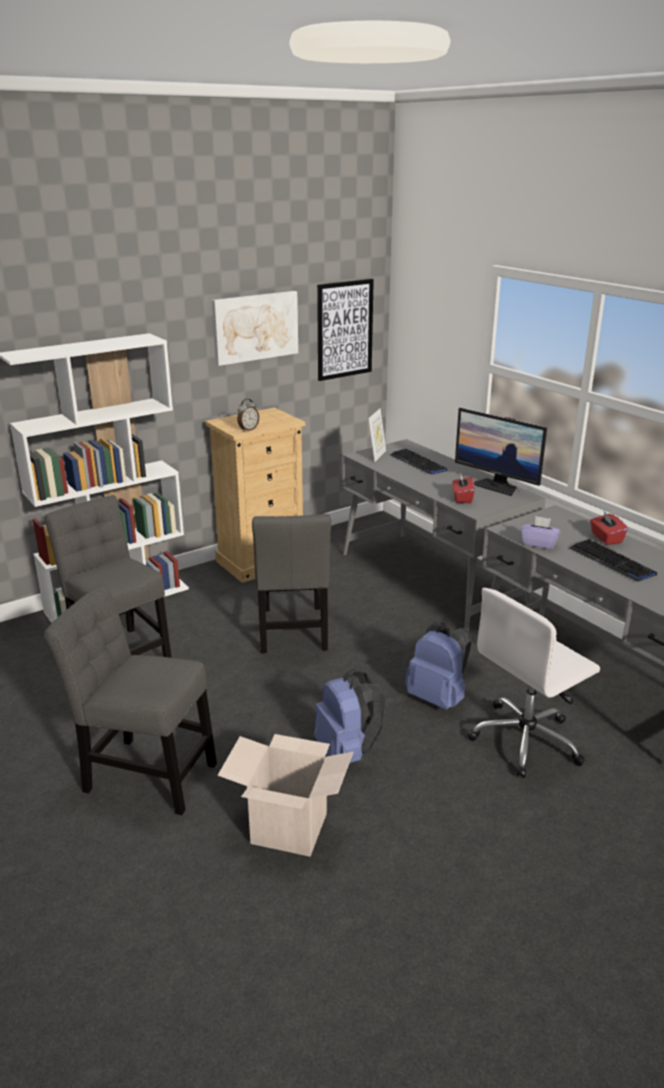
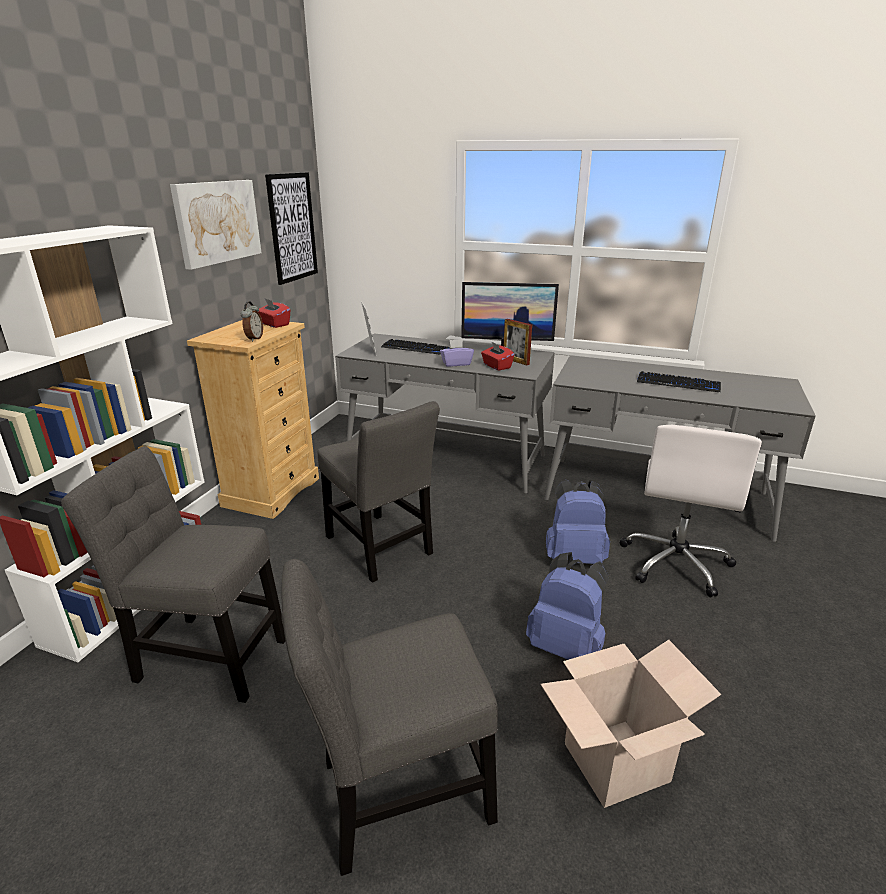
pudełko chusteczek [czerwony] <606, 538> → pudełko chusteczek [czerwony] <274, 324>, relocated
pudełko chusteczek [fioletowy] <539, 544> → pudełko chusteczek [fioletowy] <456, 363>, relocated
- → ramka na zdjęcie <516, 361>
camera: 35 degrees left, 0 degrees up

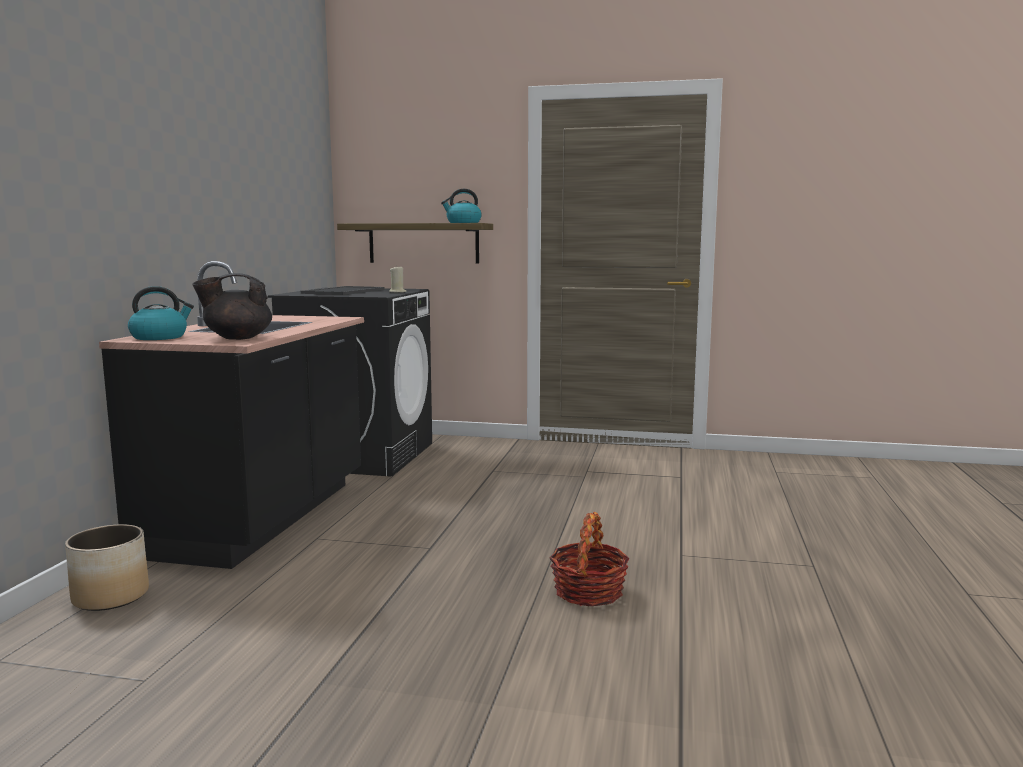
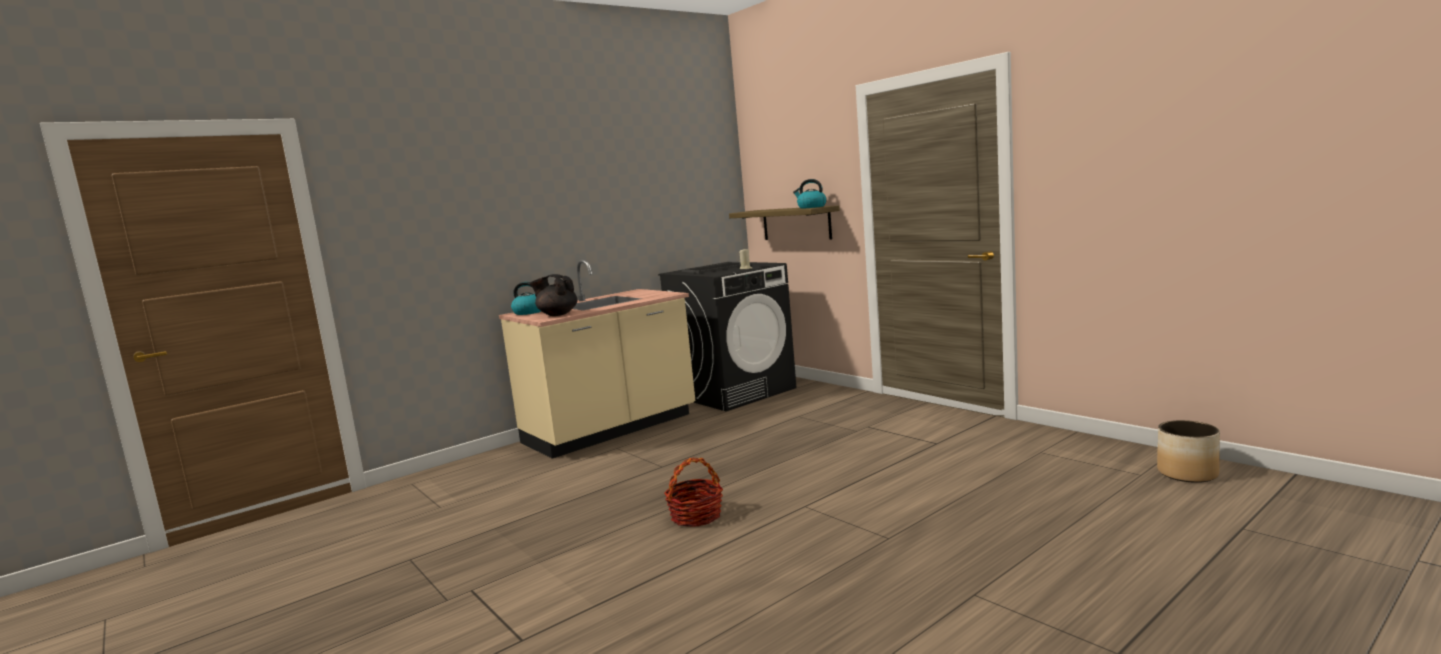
zabudowa kuchenna [czarny] <260, 518> → zabudowa kuchenna [beżowy] <611, 429>
donica <110, 597> → donica <1187, 473>, relocated
camera: 40 degrees right, 0 degrees up

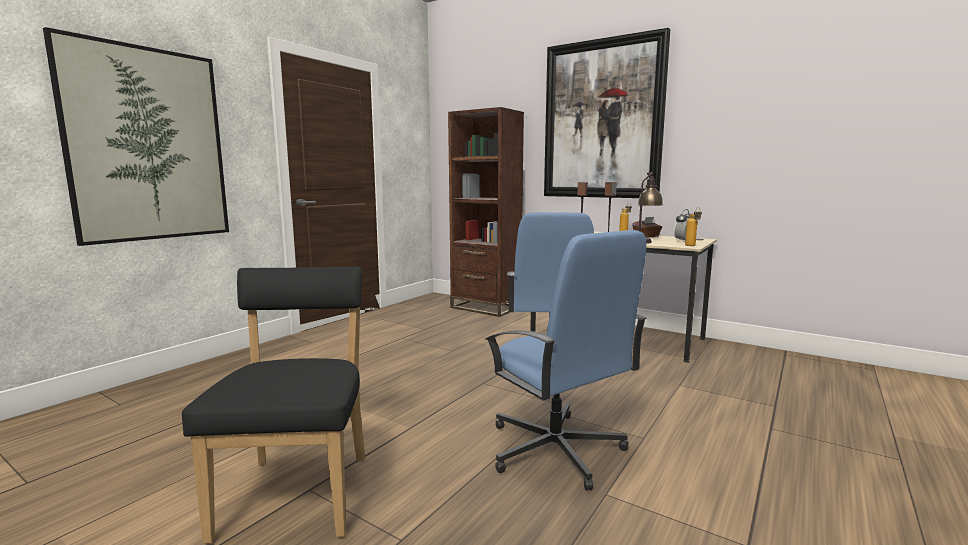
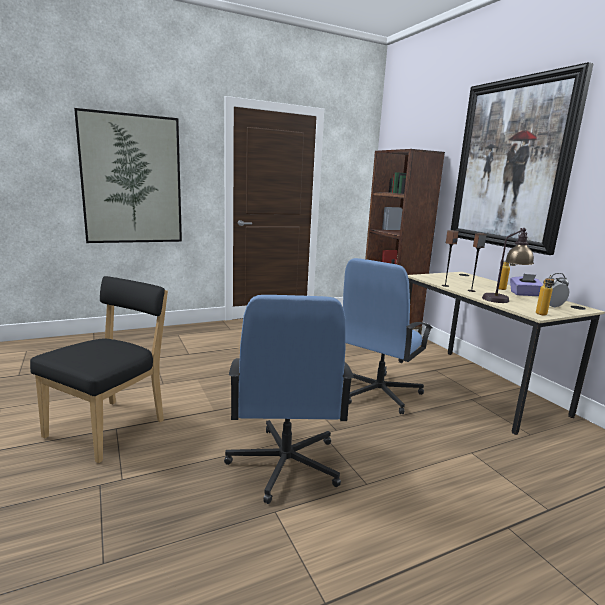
pudełko chusteczek [brązowy] <646, 236> → pudełko chusteczek [fioletowy] <524, 294>
camera: 30 degrees right, 5 degrees up

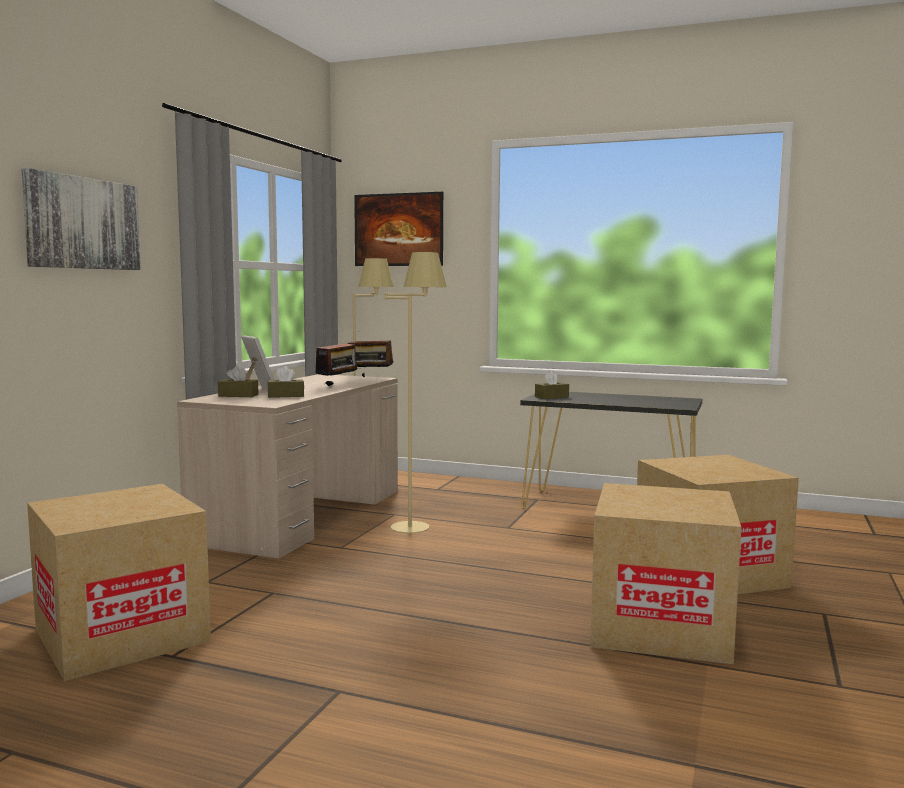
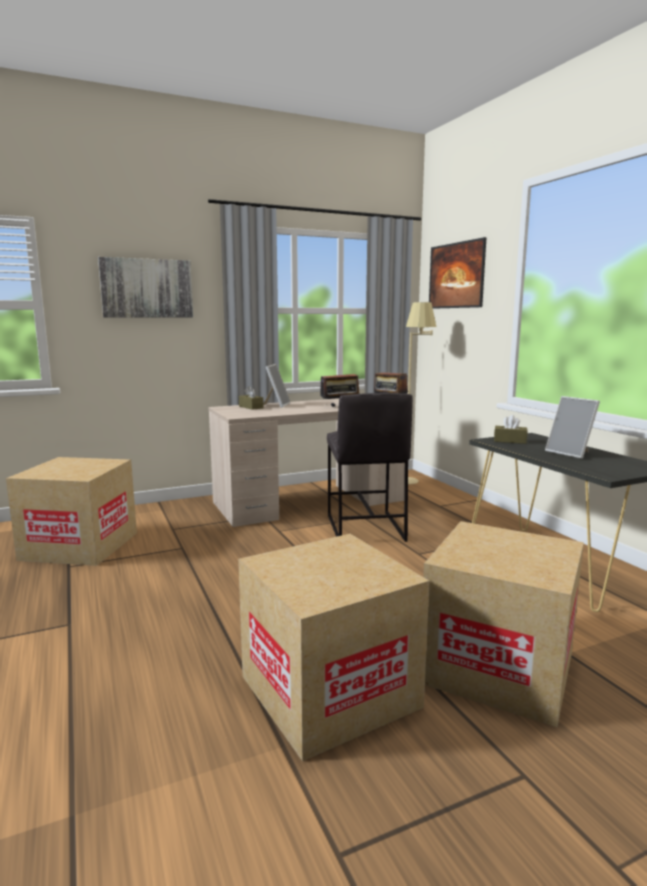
lampa stojąca [beżowy] <416, 522> → stołek [szary] <364, 528>
pudełko chusteczek [brązowy] <285, 396> → -
- → ramka na zdjęcie <571, 453>
camera: 45 degrees right, 5 degrees up

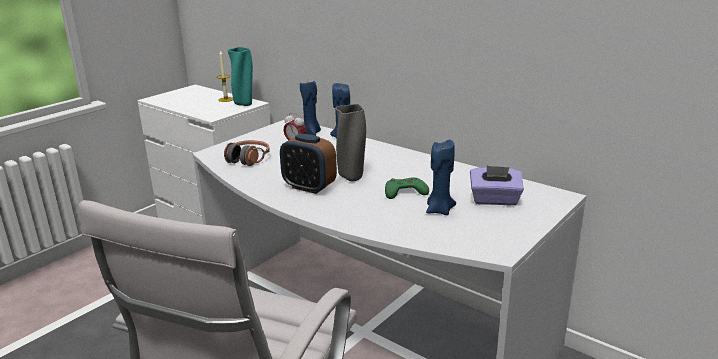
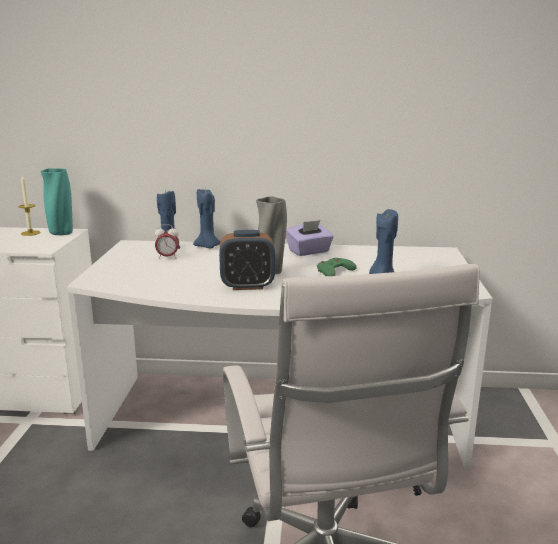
słuchawki <247, 159> → -
pudełko chusteczek [fioletowy] <494, 200> → pudełko chusteczek [fioletowy] <309, 251>, relocated
camera: 35 degrees left, 5 degrees down

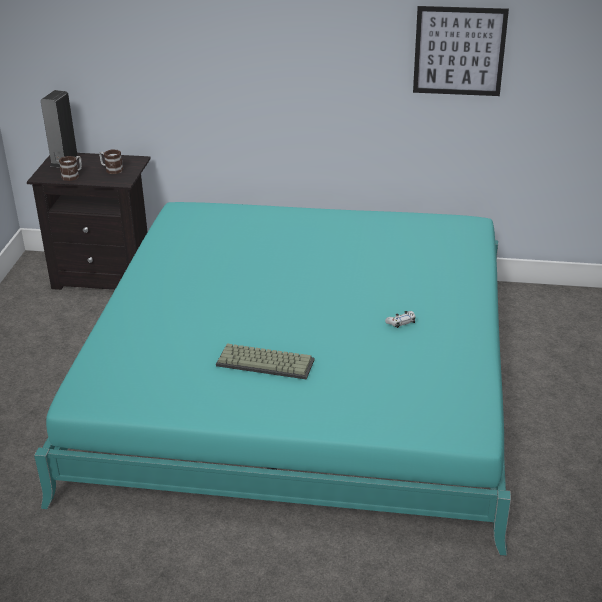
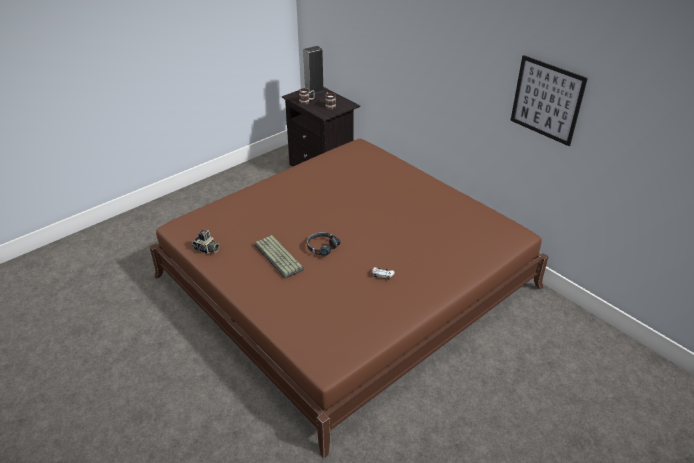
łóżko [turkusowy] <301, 380> → łóżko [brązowy] <346, 282>
- → aparat fotograficzny <206, 249>
- → słuchawki [czarny] <322, 247>
camera: 40 degrees right, 5 degrees up

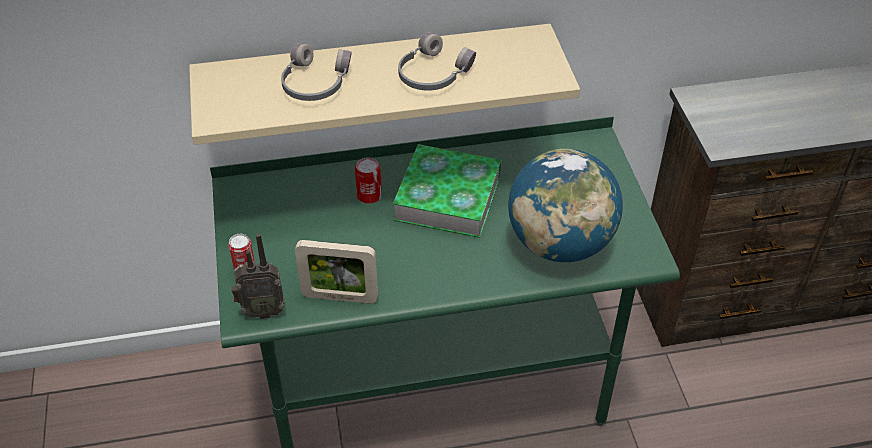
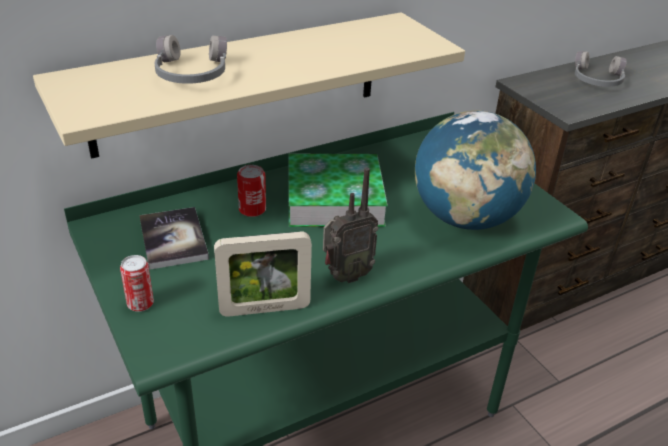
słuchawki [szary] <432, 74> → słuchawki [szary] <596, 80>, relocated
radio <262, 311> → radio <345, 276>, relocated
- → książka <173, 239>
camera: 20 degrees left, 10 degrees down

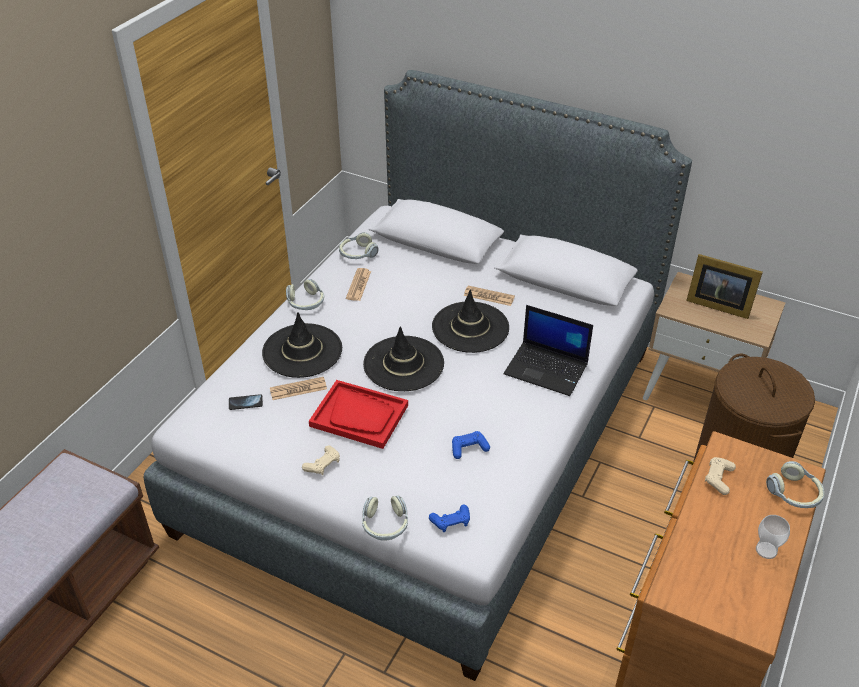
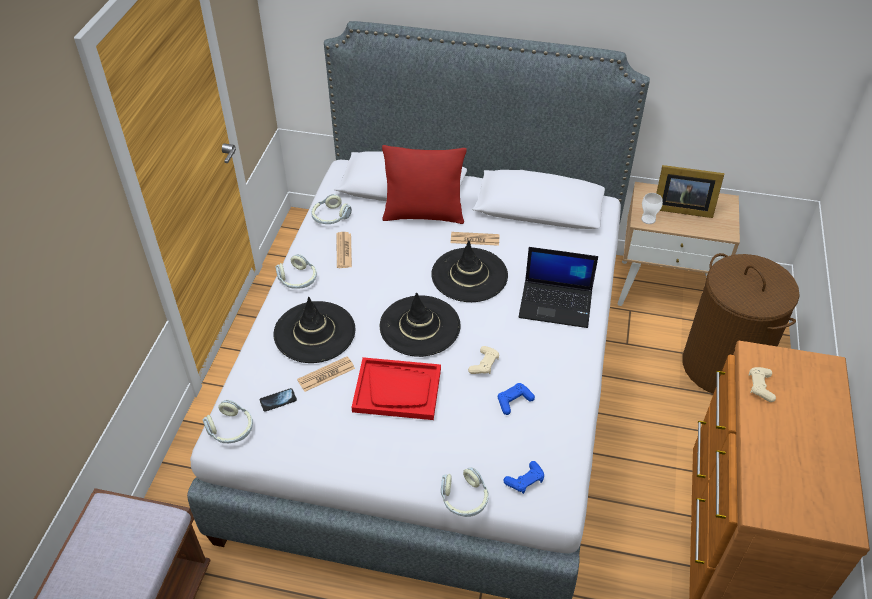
pad do gier [beżowy] <322, 465> → pad do gier [beżowy] <484, 364>, relocated
słuchawki <794, 494> → słuchawki <231, 429>, relocated
filiżanka <766, 550> → filiżanka <648, 219>, relocated
- → poduszka [czerwony] <424, 215>
camera: 15 degrees left, 5 degrees up

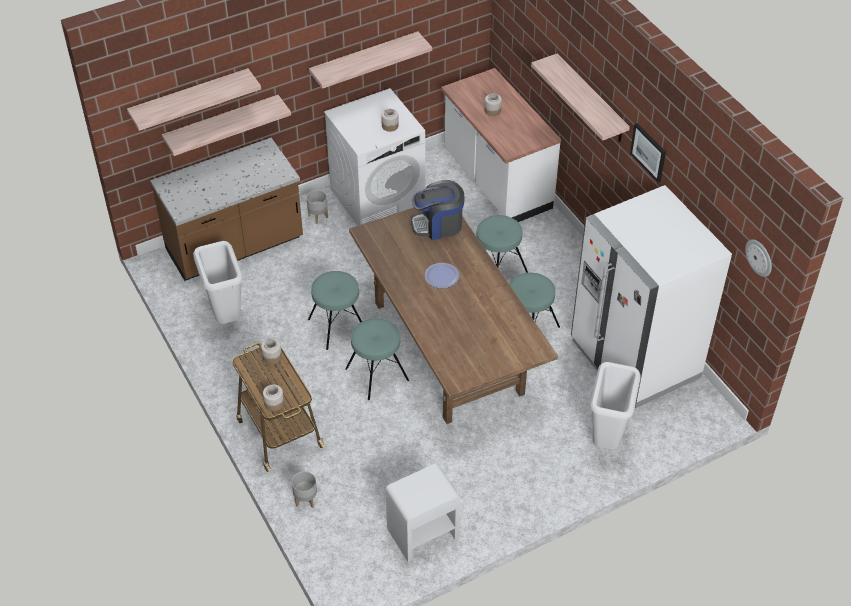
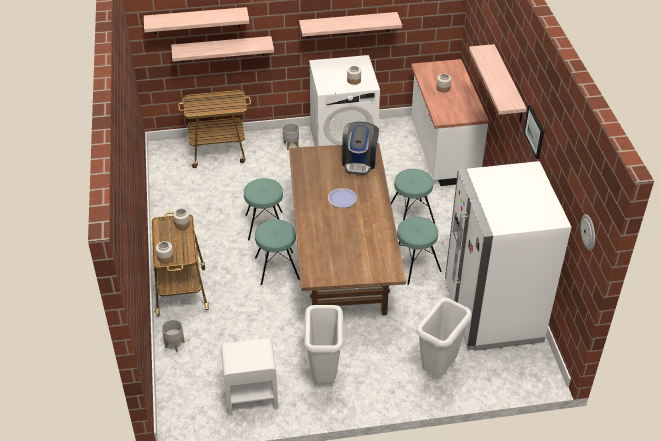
zabudowa kuchenna [brązowy] <235, 247> → wózek <219, 151>
ekspres do kawy <438, 225> → ekspres do kawy <359, 161>, 90 degrees counterclockwise
kosz na śmieci [biały] <227, 317> → kosz na śmieci [biały] <324, 375>, relocated
camera: 20 degrees right, 5 degrees down

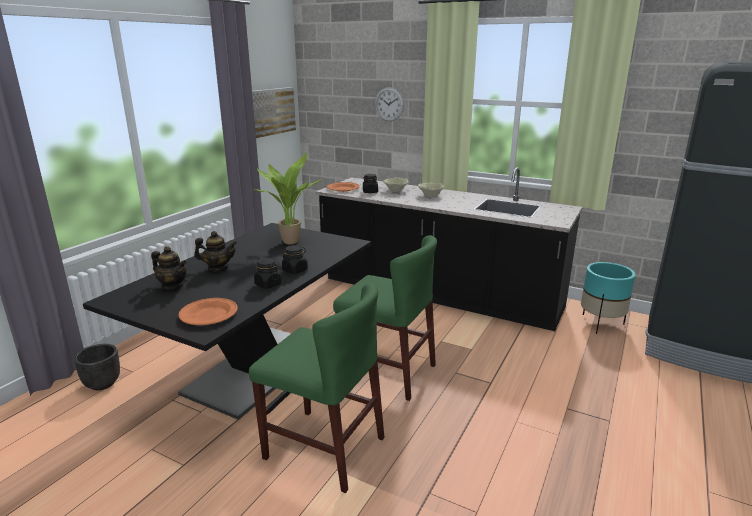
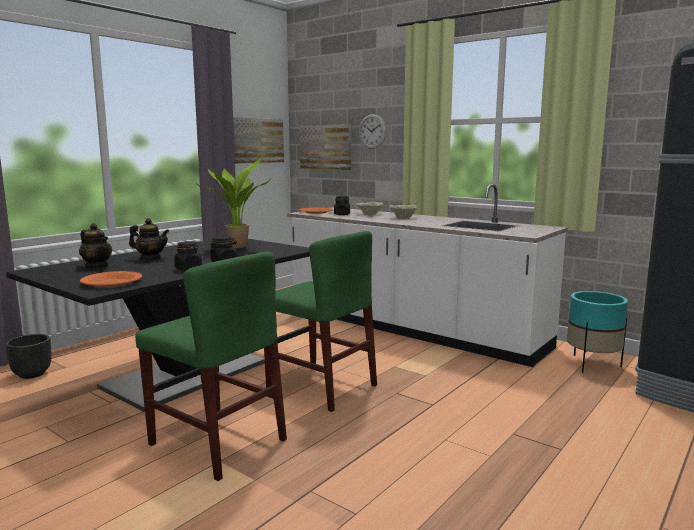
zabudowa kuchenna [czarny] <437, 294> → zabudowa kuchenna [biały] <411, 329>
- → obraz <326, 147>
camera: 10 degrees right, 10 degrees down

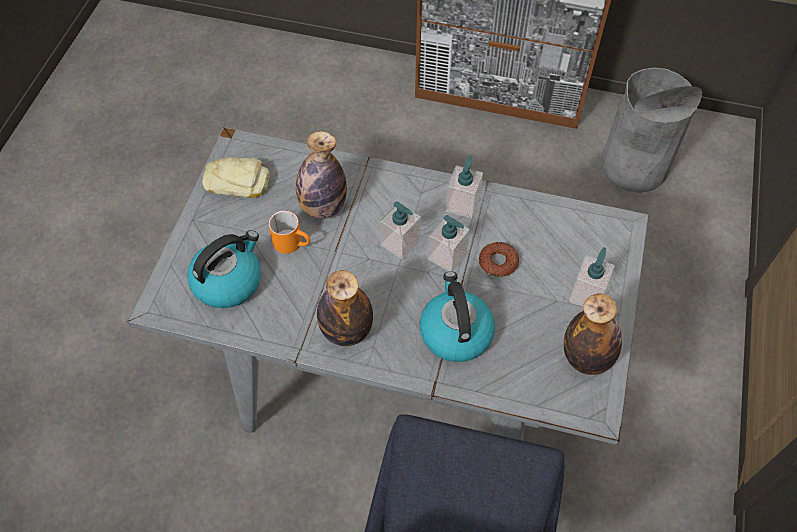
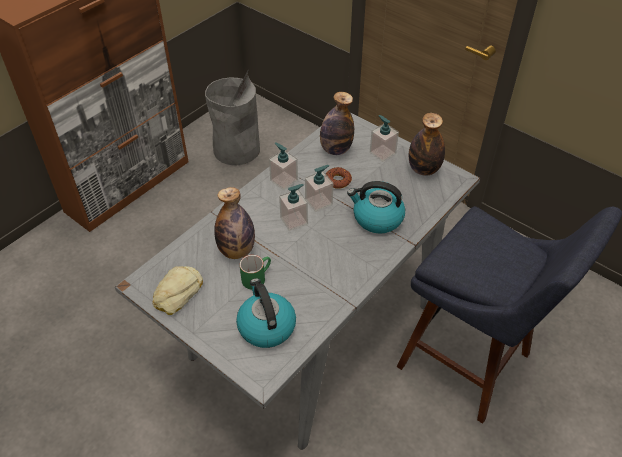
kubek [pomarańczowy] <293, 243> → kubek [zielony] <256, 277>
butelka <346, 331> → butelka <335, 149>, relocated
camera: 65 degrees left, 10 degrees down

